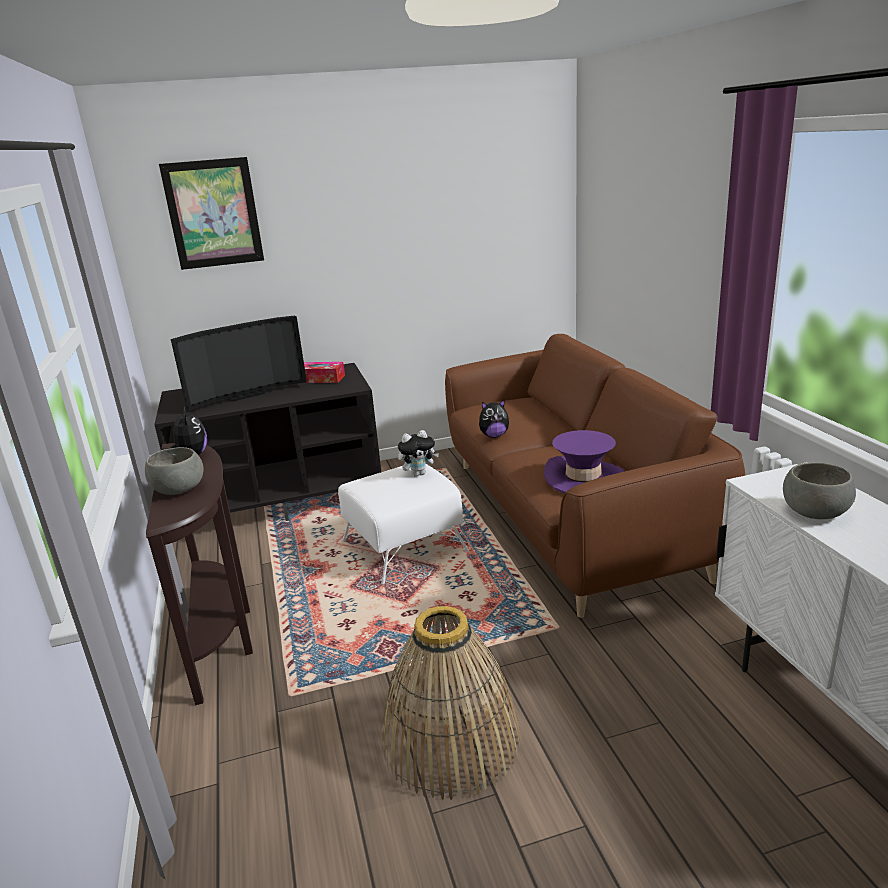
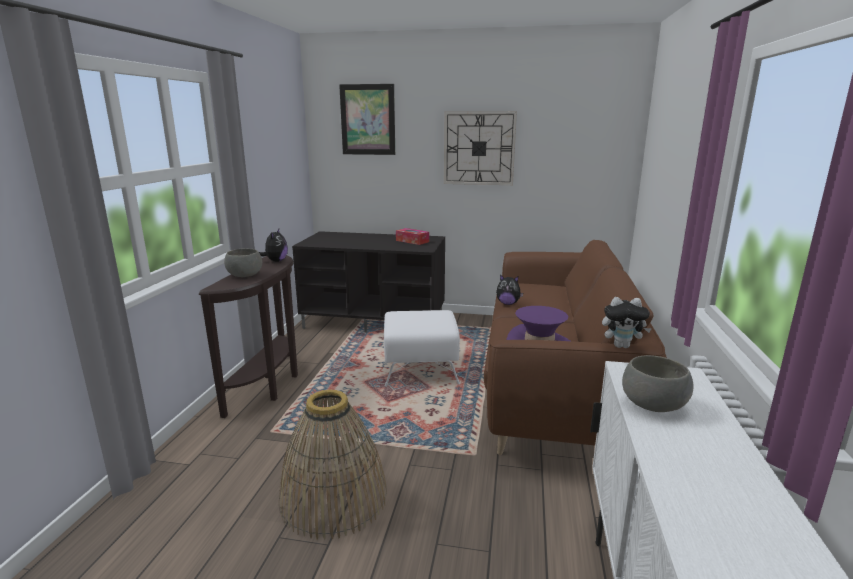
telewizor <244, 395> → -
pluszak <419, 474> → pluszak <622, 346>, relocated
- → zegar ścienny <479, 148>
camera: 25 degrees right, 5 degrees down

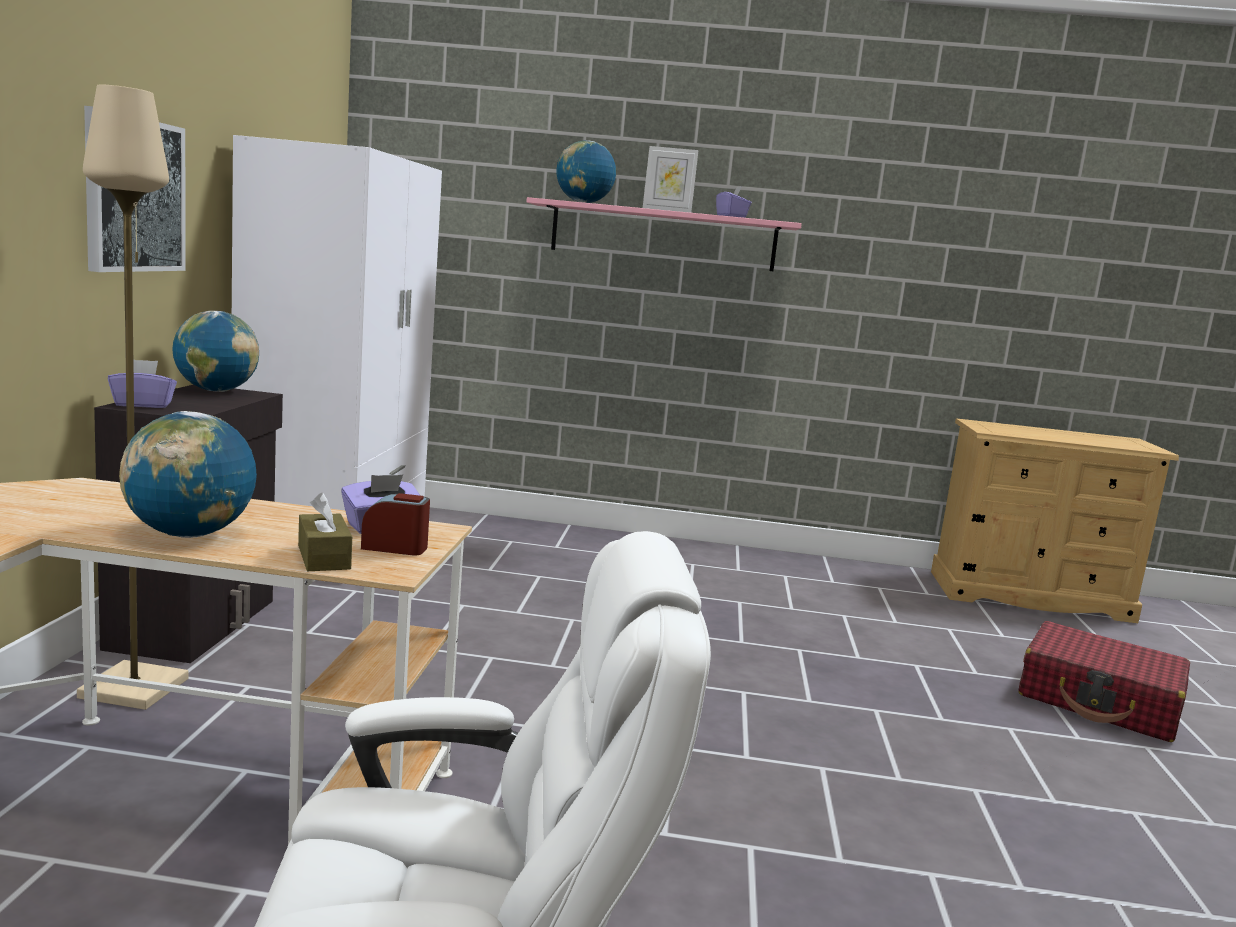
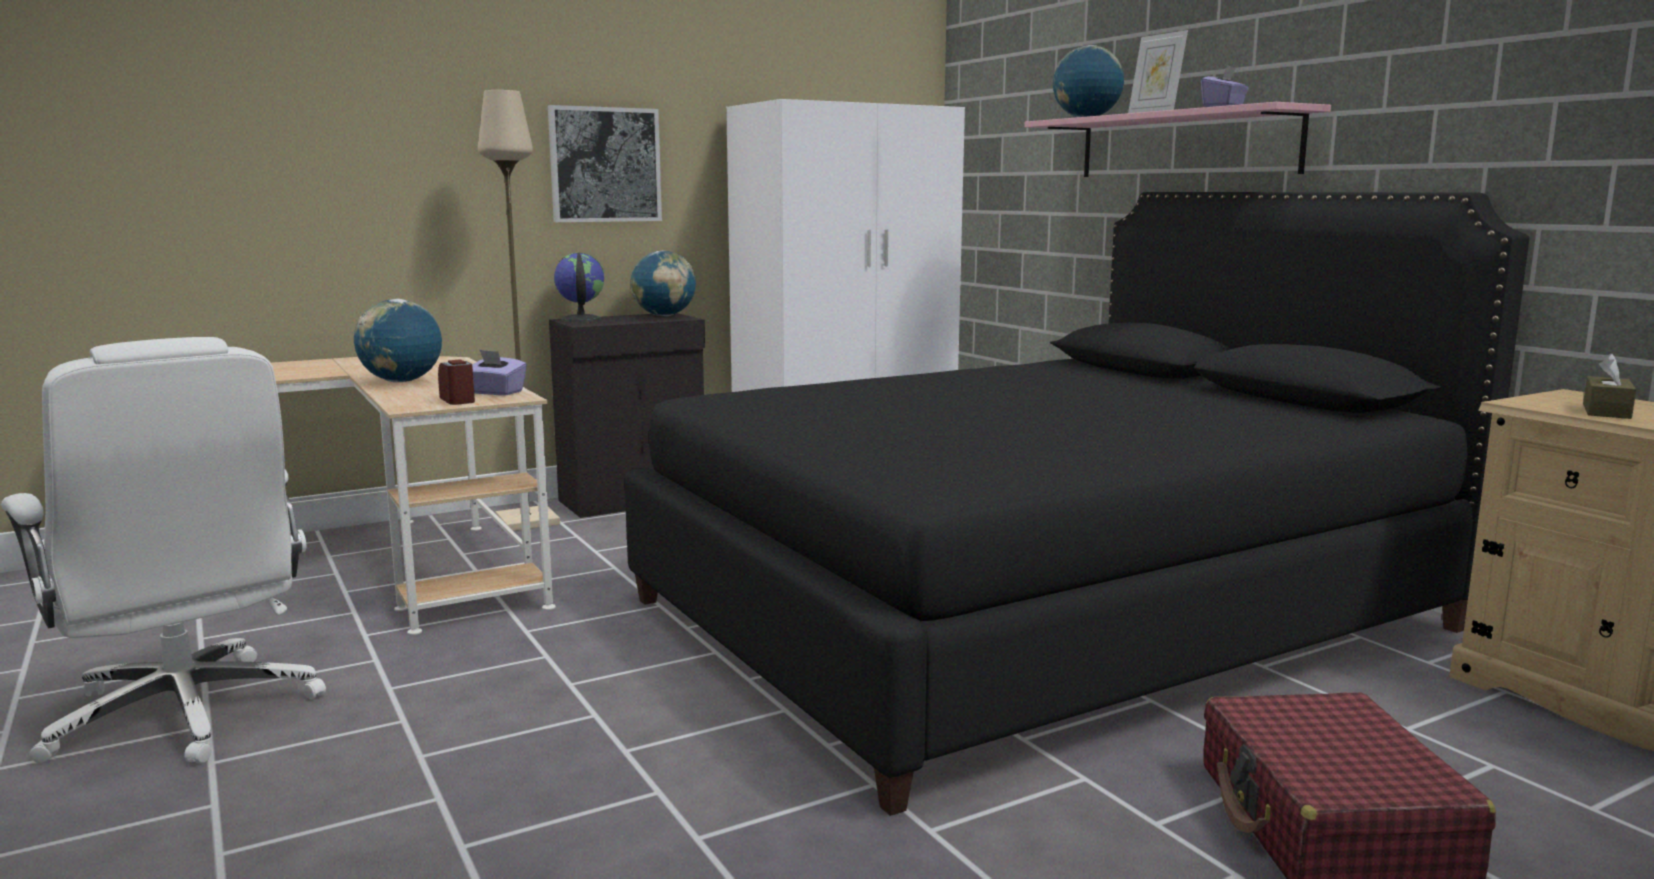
pudełko chusteczek [fioletowy] <143, 405> → globus <580, 319>
pudełko chusteczek [brązowy] <324, 557> → pudełko chusteczek [brązowy] <1606, 411>, relocated
- → łóżko [czarny] <1038, 614>
camera: 55 degrees right, 0 degrees up

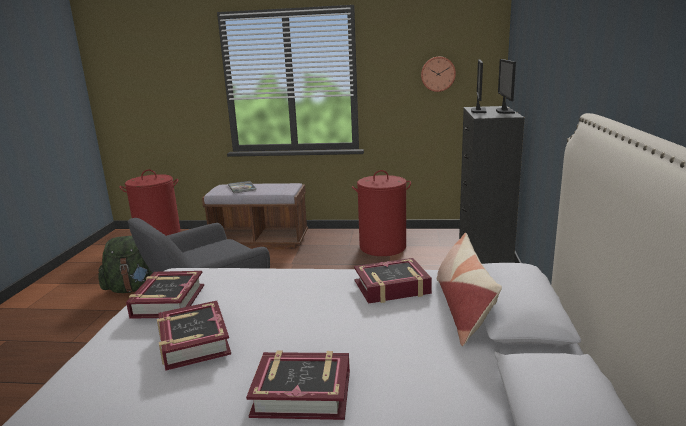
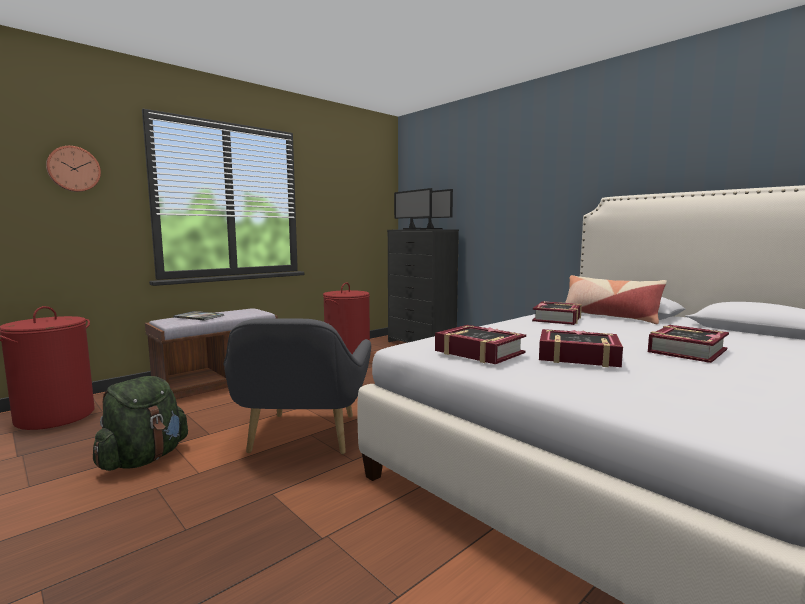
zegar ścienny <438, 74> → zegar ścienny <73, 169>, relocated
camera: 50 degrees left, 10 degrees down

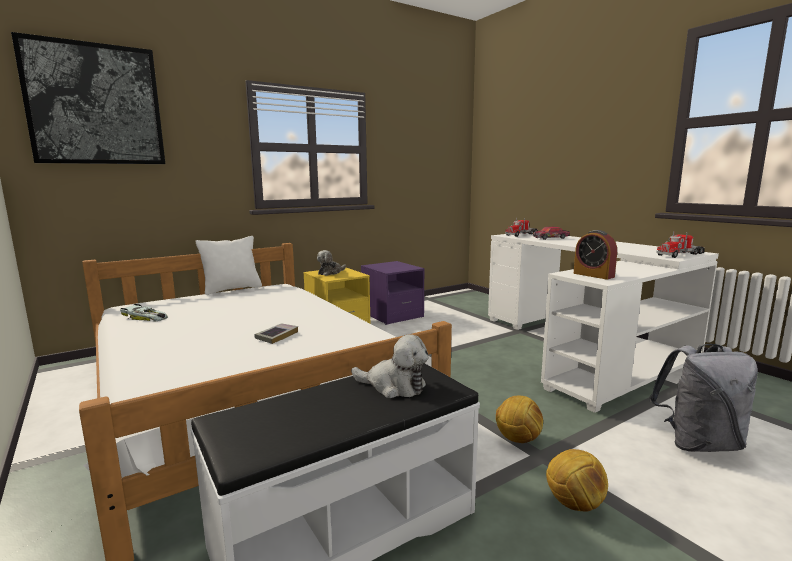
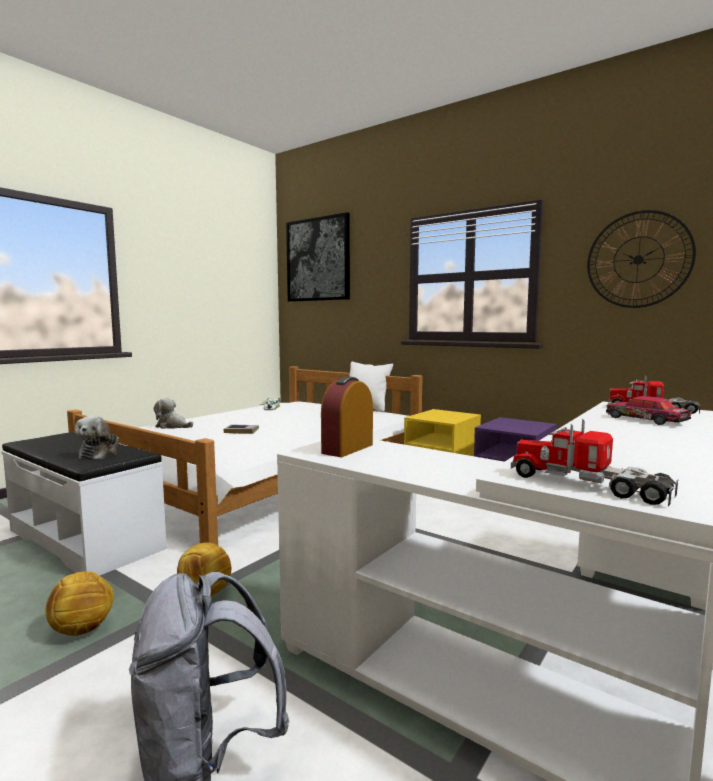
pluszak <330, 272> → pluszak <172, 426>, relocated
- → zegar ścienny <638, 259>
camera: 70 degrees right, 5 degrees down

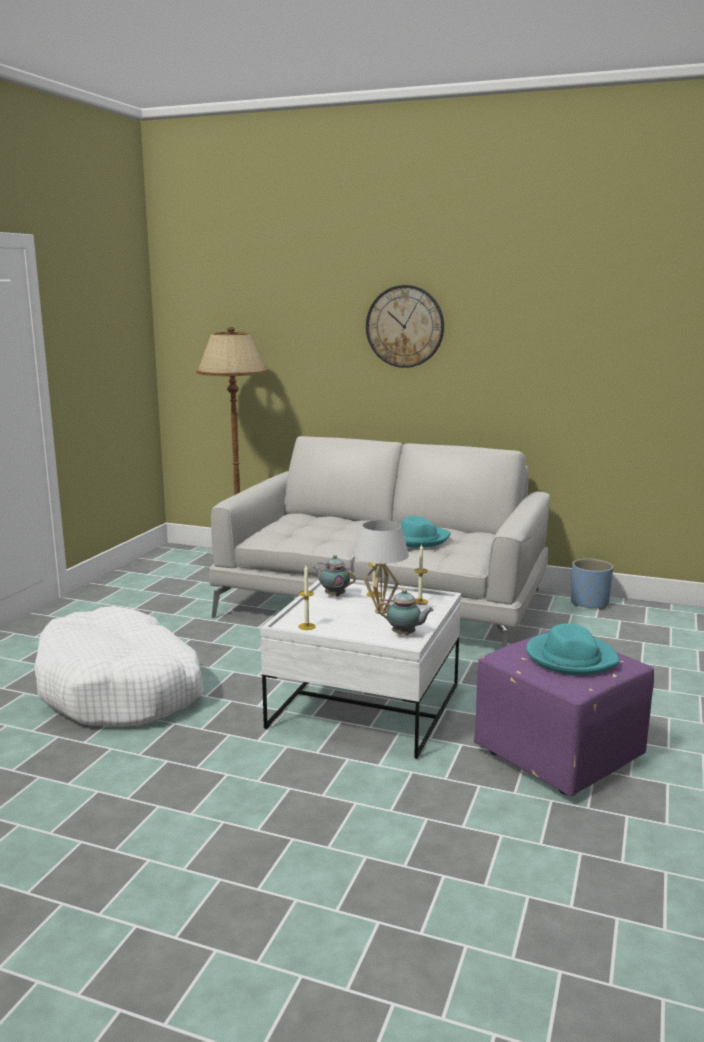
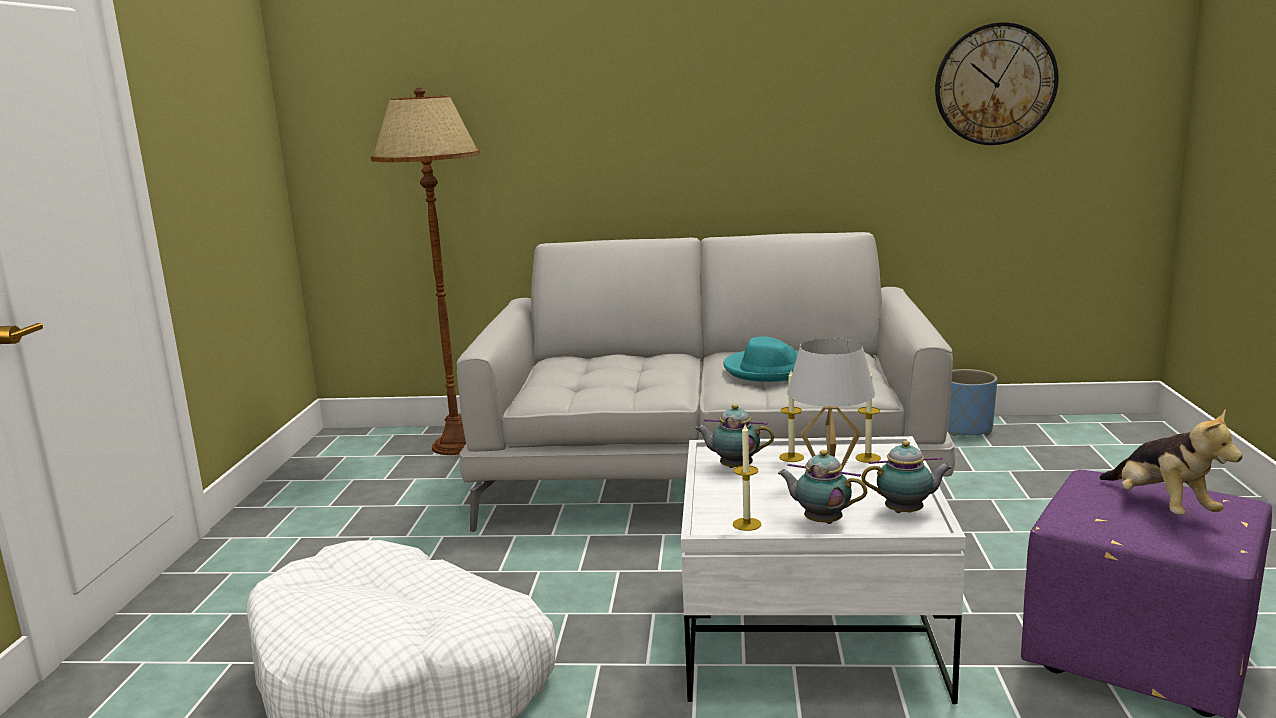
zegar ścienny <405, 326> → zegar ścienny <995, 84>, relocated
kapelusz [turkusowy] <571, 657> → pluszak <1161, 507>
- → imbryk <820, 521>
camera: 15 degrees left, 0 degrees up

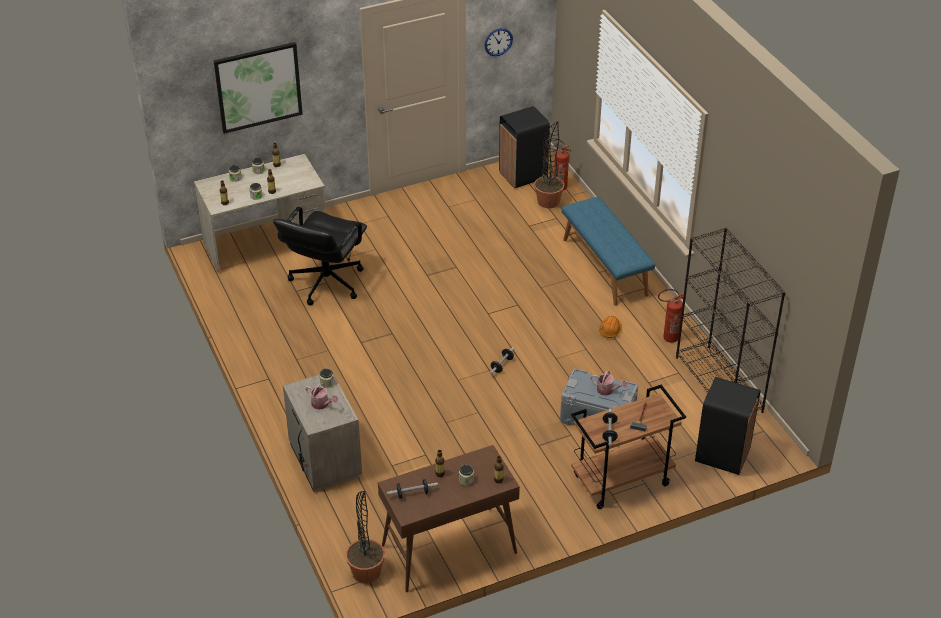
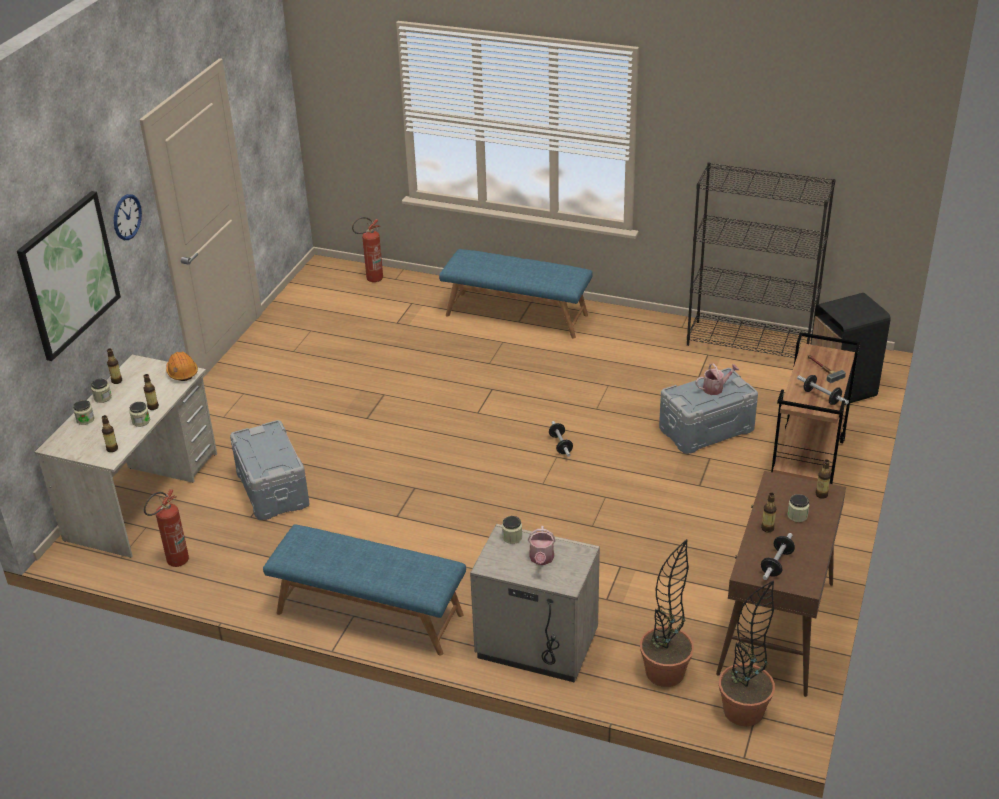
zegar ścienny <498, 42> → zegar ścienny <127, 217>, relocated
kosz na śmieci [czarny] <522, 175> → -
roślina doniczkowa <548, 201> → roślina doniczkowa <665, 672>, relocated
krzesło biurowe [czarny] <325, 283> → pojemnik do przechowywania [szary] <271, 489>
gaśnica <667, 338> → gaśnica <174, 563>, relocated
kask [pomarańczowy] <610, 330> → kask [pomarańczowy] <182, 372>, relocated
konewka <322, 404> → konewka <541, 559>, 105 degrees clockwise
- → ławka [niebieski] <369, 614>
camera: 45 degrees left, 5 degrees down

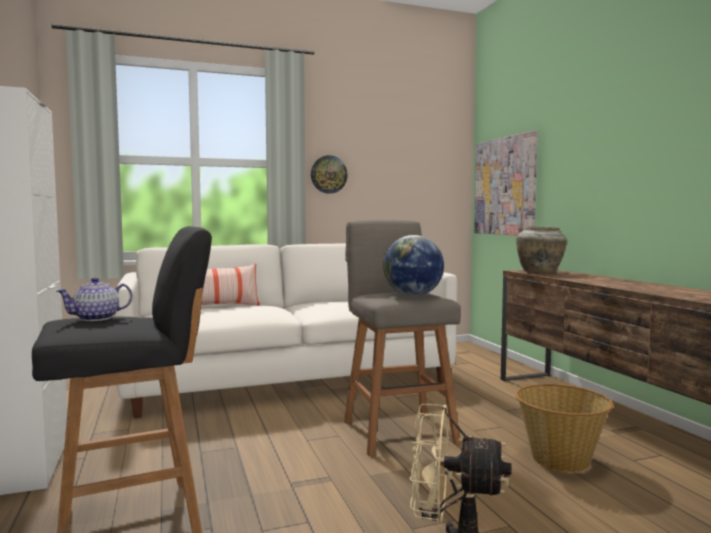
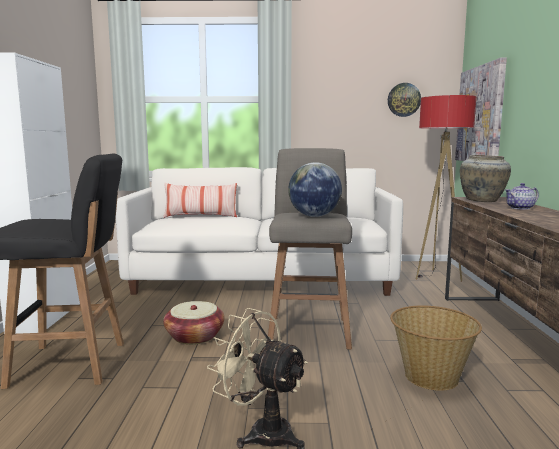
zegar ścienny <328, 174> → zegar ścienny <404, 100>, relocated
imbryk <97, 318> → imbryk <520, 208>, relocated
- → lampa stojąca <436, 276>
- → koszyk <194, 336>
camera: 20 degrees right, 5 degrees up

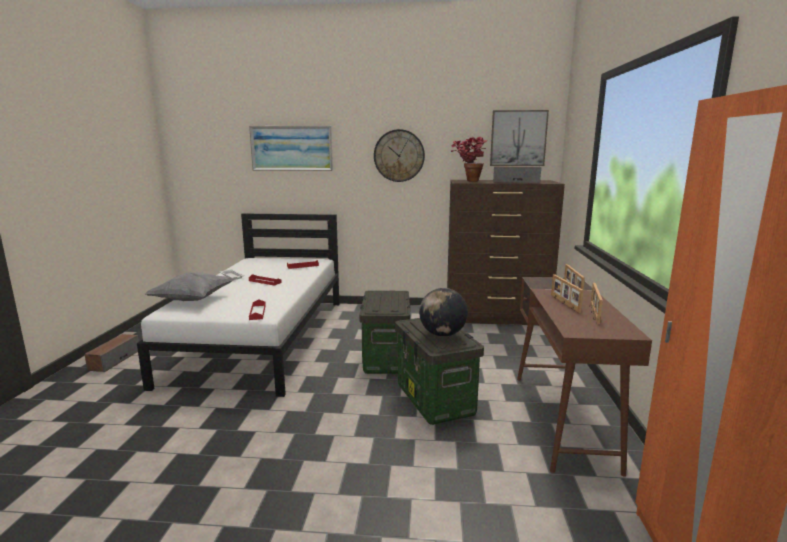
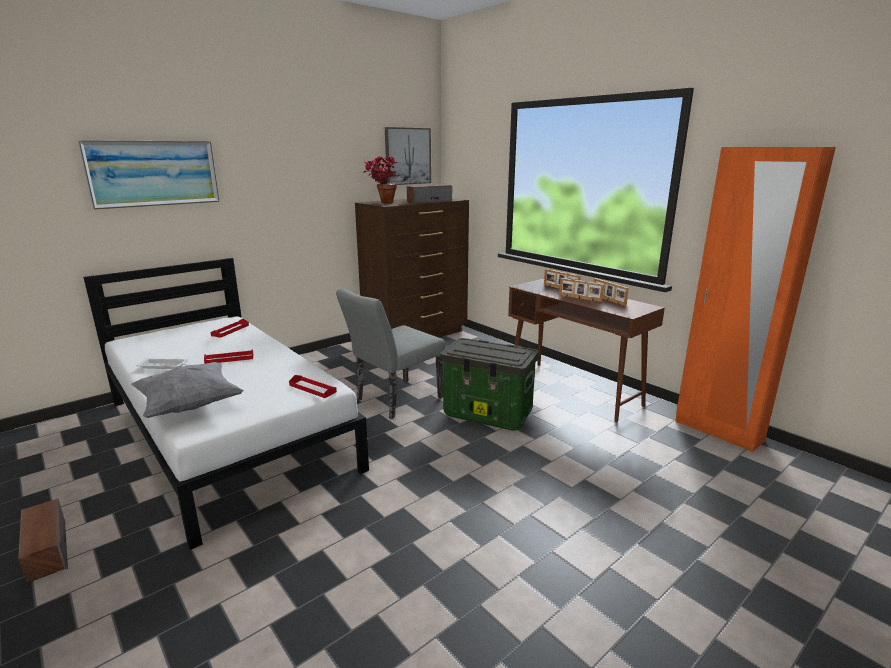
zegar ścienny <399, 155> → -
globus <442, 334> → -
pojemnik do przechowywania <385, 358> → krzesło [szary] <394, 400>
camera: 45 degrees left, 5 degrees up

